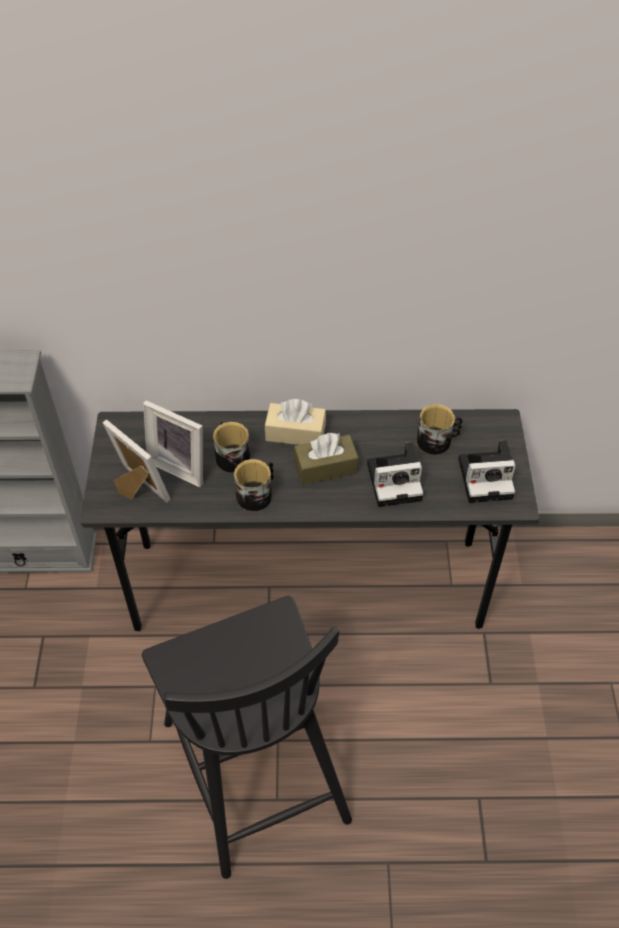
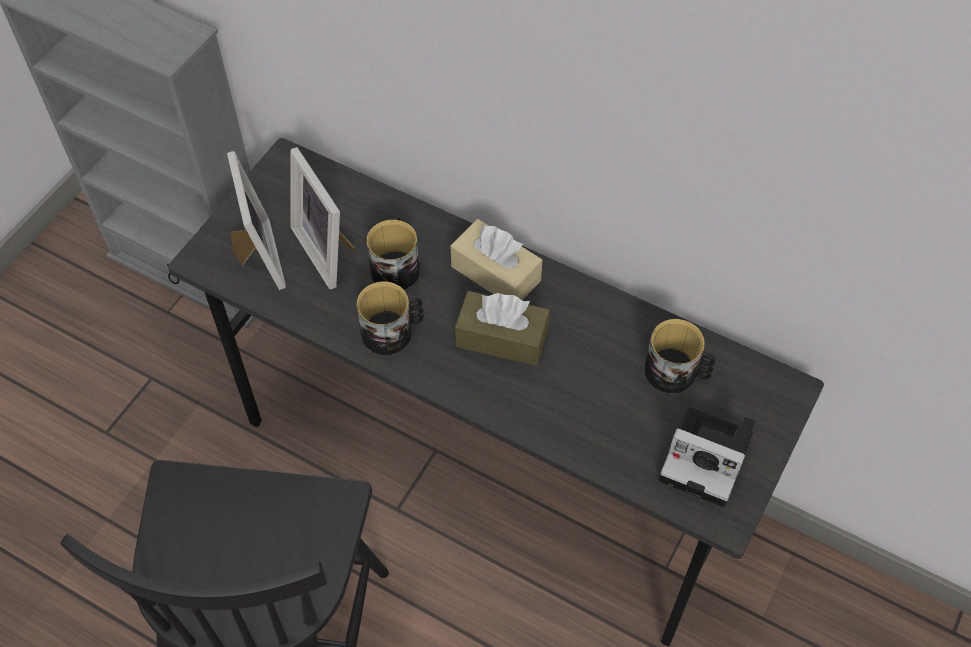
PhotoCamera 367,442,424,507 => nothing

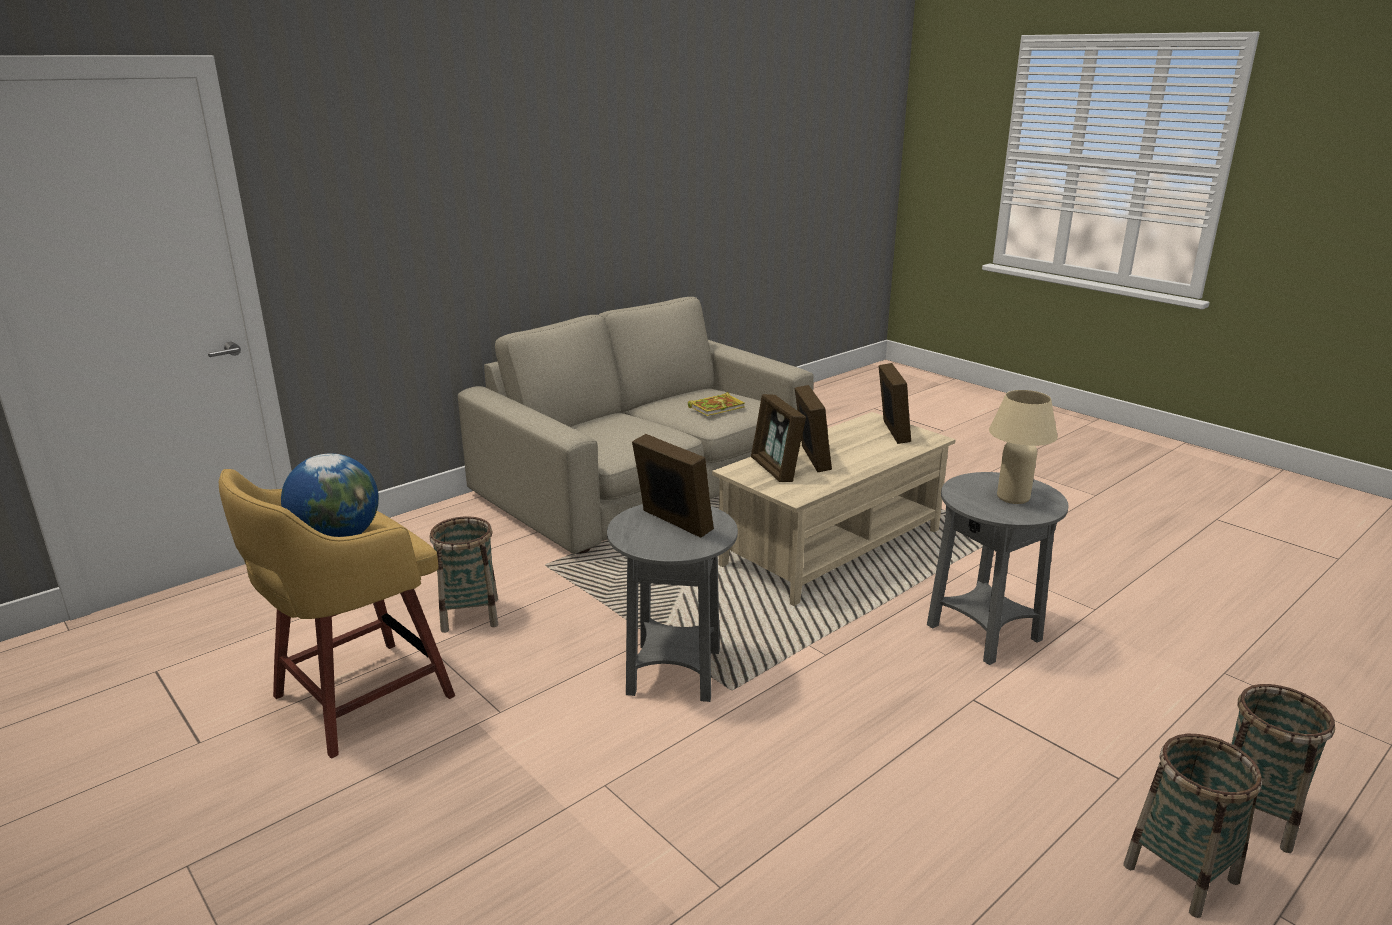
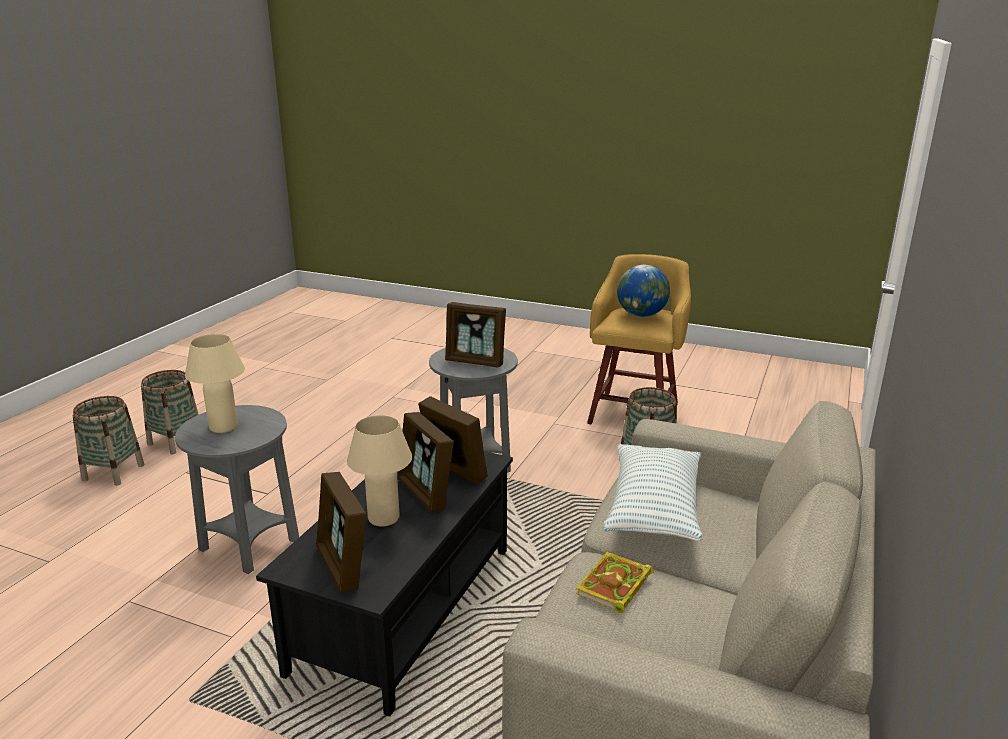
BeigeCoffeeTable 712,412,956,606 => BlackCoffeeTable 256,451,513,717
nothing => BeigeTableLamp 347,415,412,527
nothing => Pillow 603,444,703,541

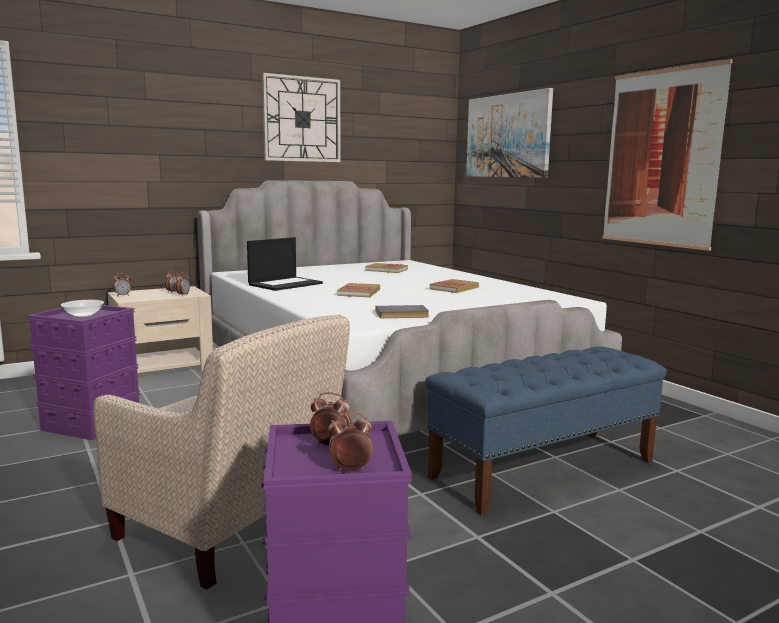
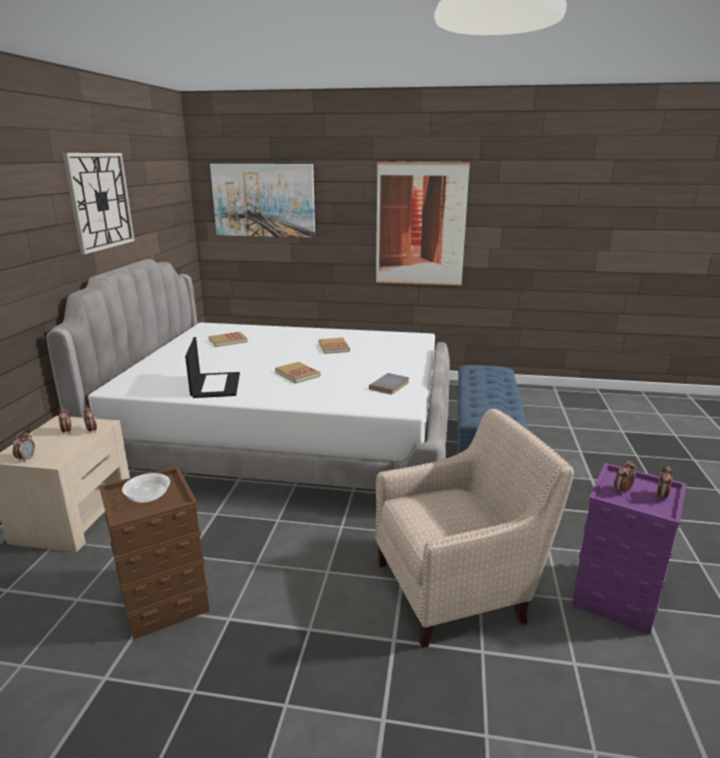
PurpleStorageBox 27,305,140,440 => BrownStorageBox 99,466,209,640

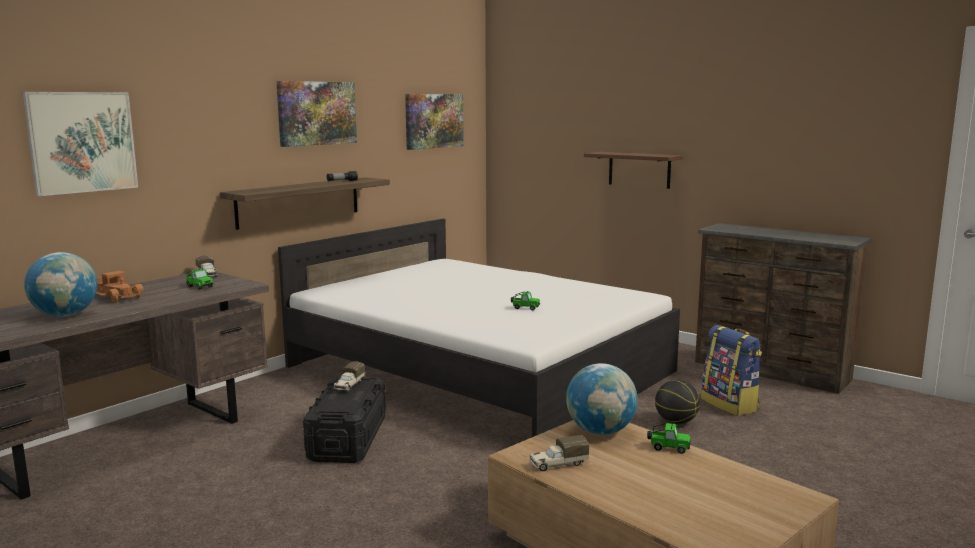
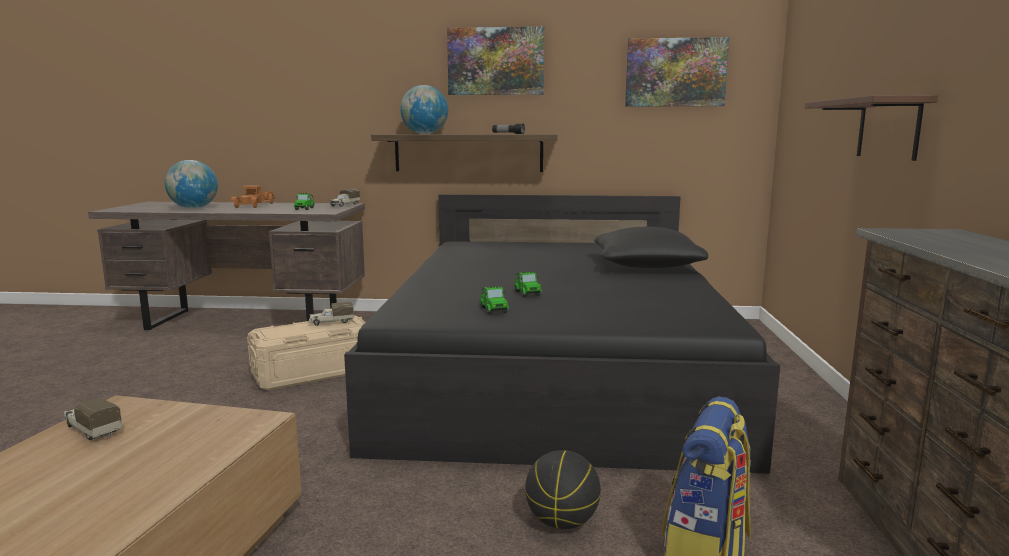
Picture 22,92,138,196 => nothing
WhiteBed 278,219,680,437 => BlackBed 344,194,781,474
Globe 566,363,638,435 => Globe 400,85,448,134, moved
BlackStorageBox 303,376,386,463 => BeigeStorageBox 247,315,366,390
ToyCar 647,423,691,454 => ToyCar 479,286,509,314, moved
nothing => BlackPillow 594,227,708,268

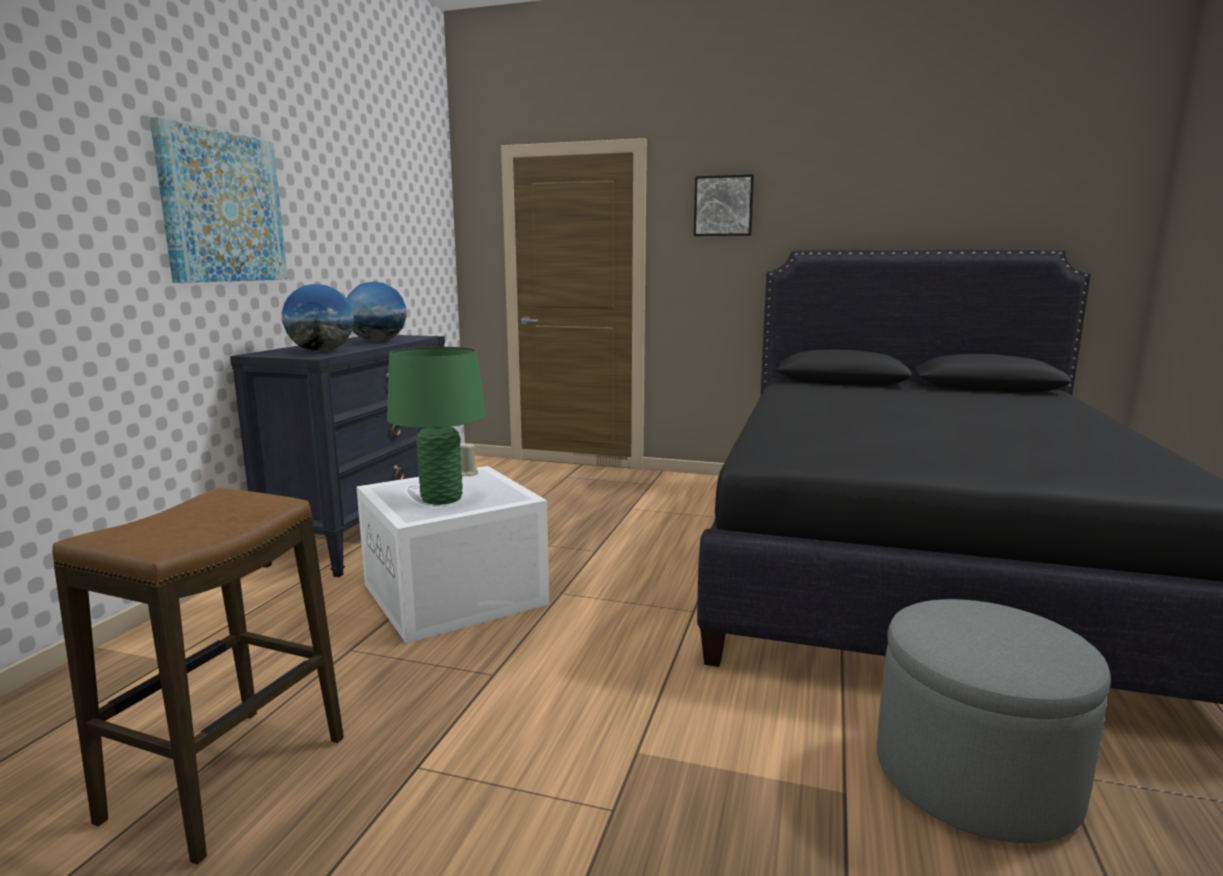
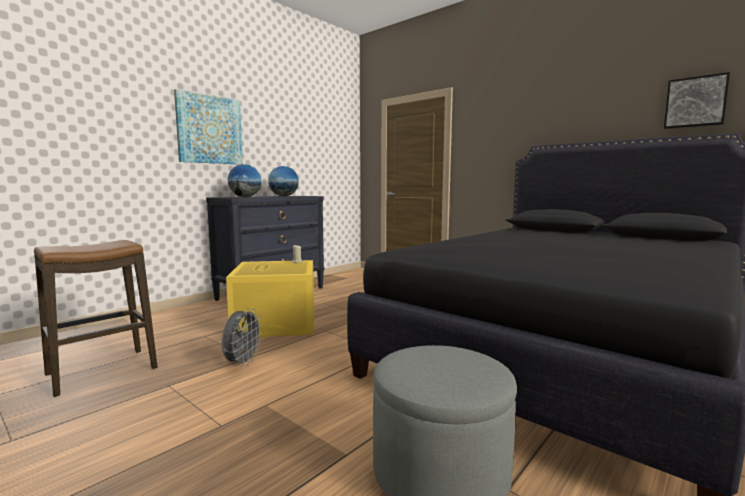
Picture 694,174,754,236 => Picture 664,72,730,129, moved
GreenTableLamp 387,347,486,505 => nothing
WhiteStorageBox 356,466,549,644 => YellowStorageBox 226,260,314,337
nothing => GreyFan 222,308,263,367

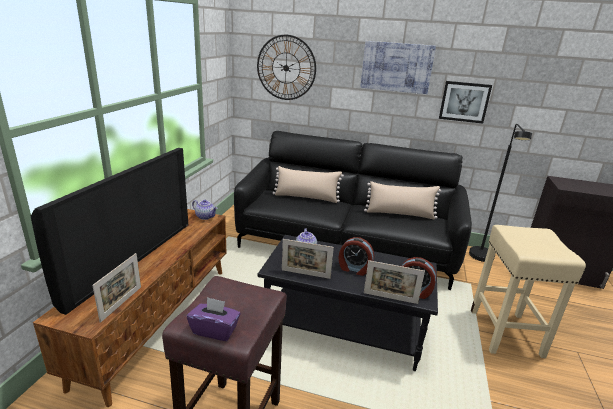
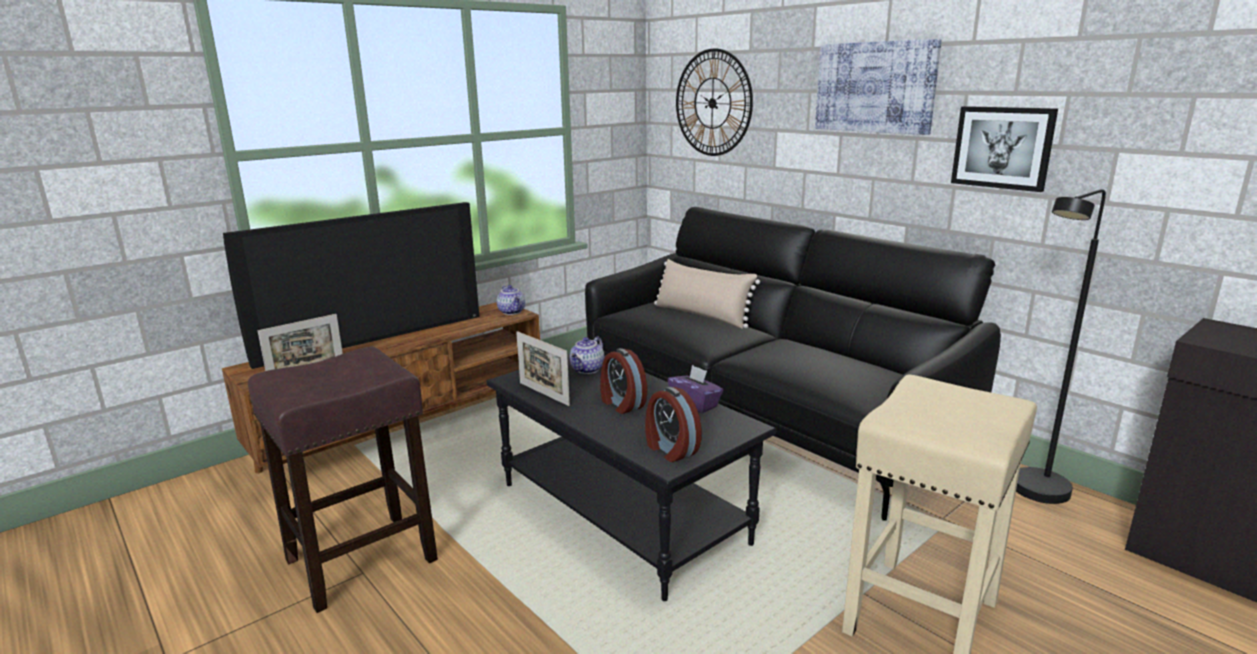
BeigePillow 364,181,441,219 => nothing
PictureFrame 364,260,425,304 => nothing
PurpleTissueBox 187,297,240,341 => PurpleTissueBox 668,365,723,413, moved

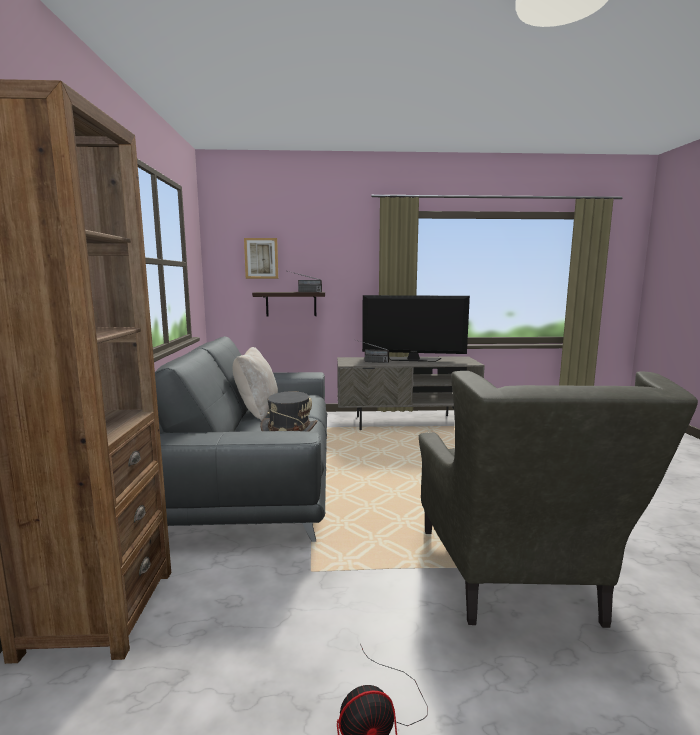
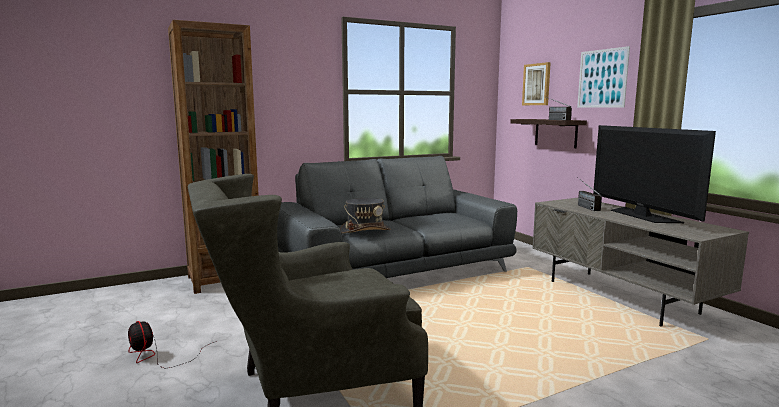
BeigePillow 233,347,278,421 => nothing
nothing => Picture 577,46,630,108

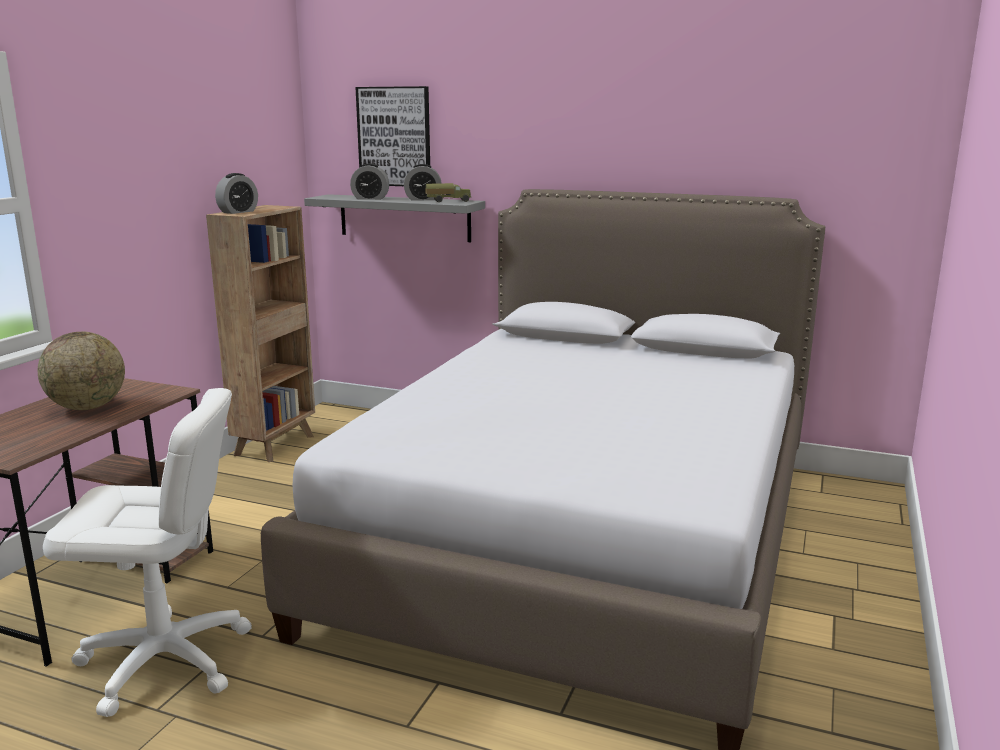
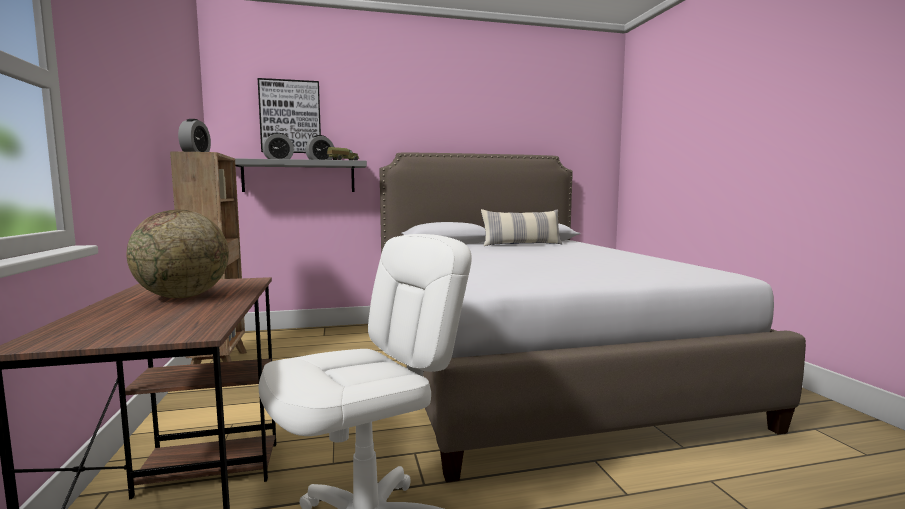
nothing => Pillow 481,209,562,246

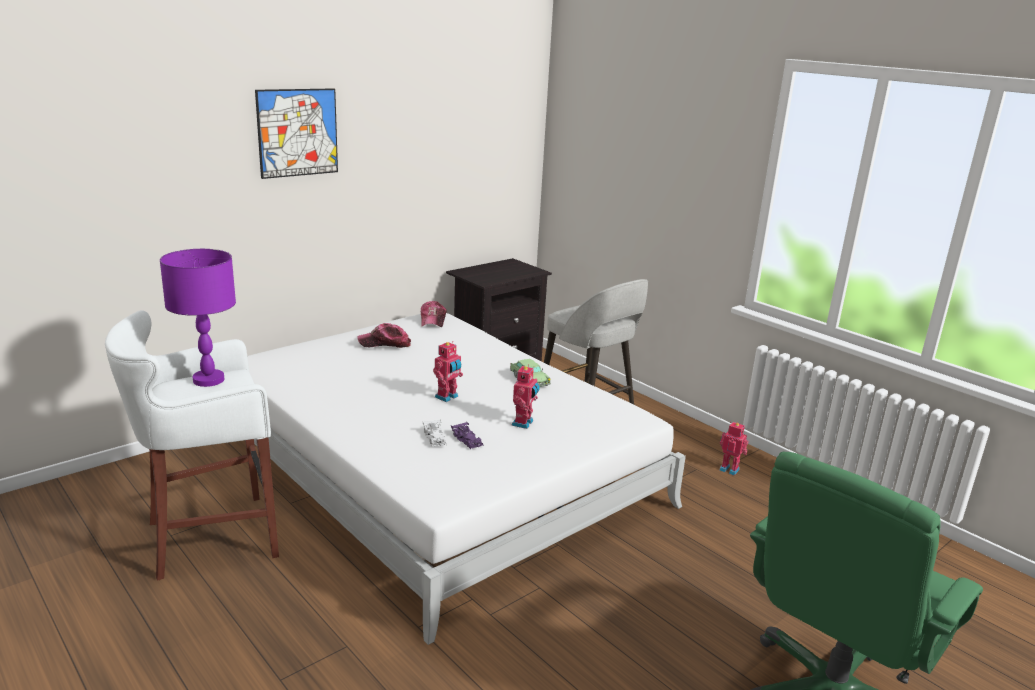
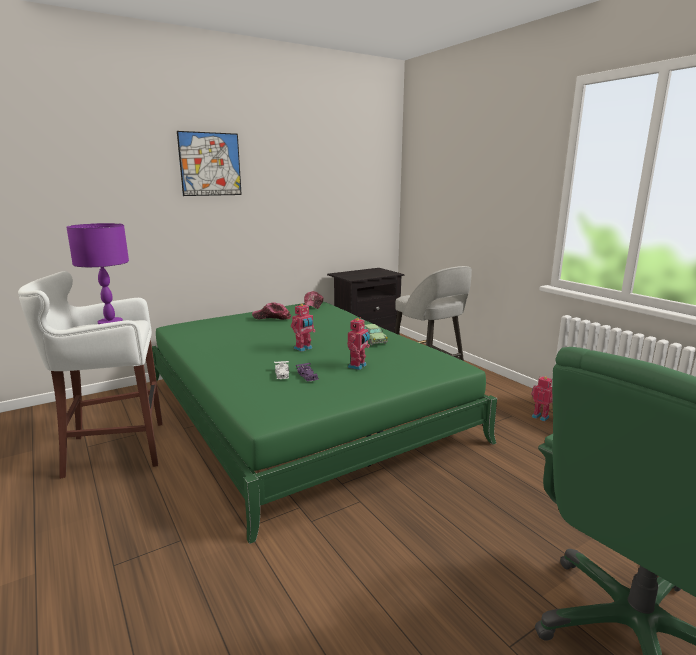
WhiteBed 247,313,686,645 => GreenBed 152,302,497,544

